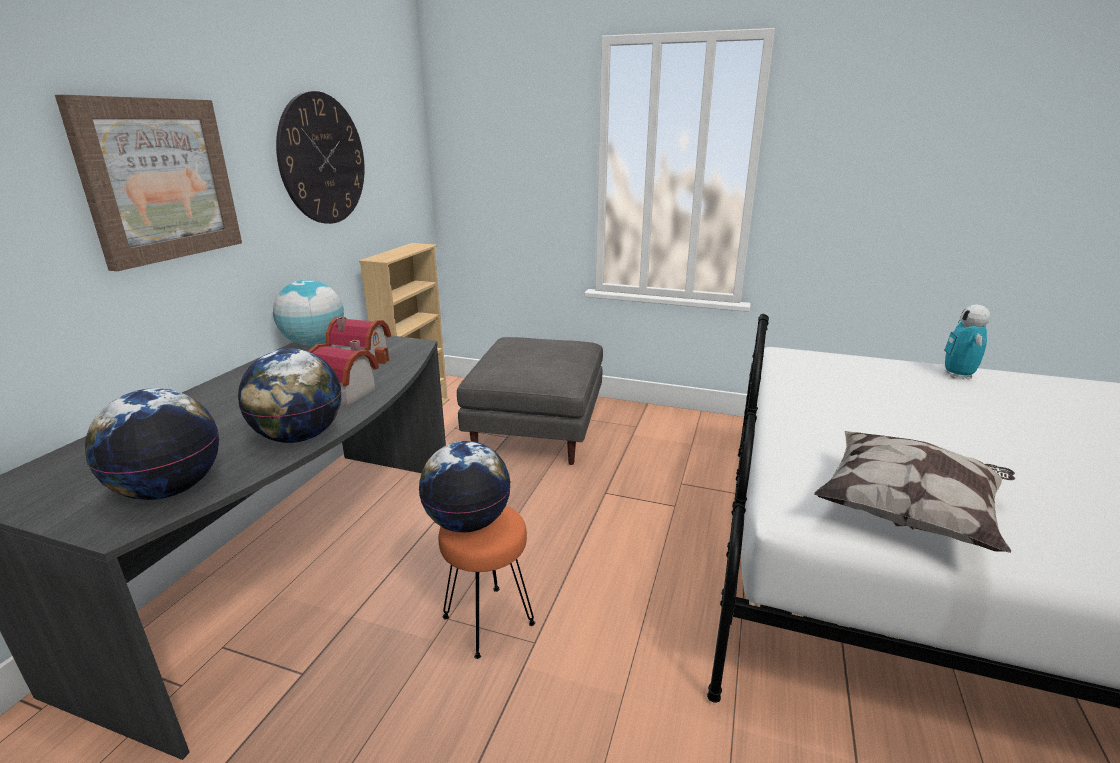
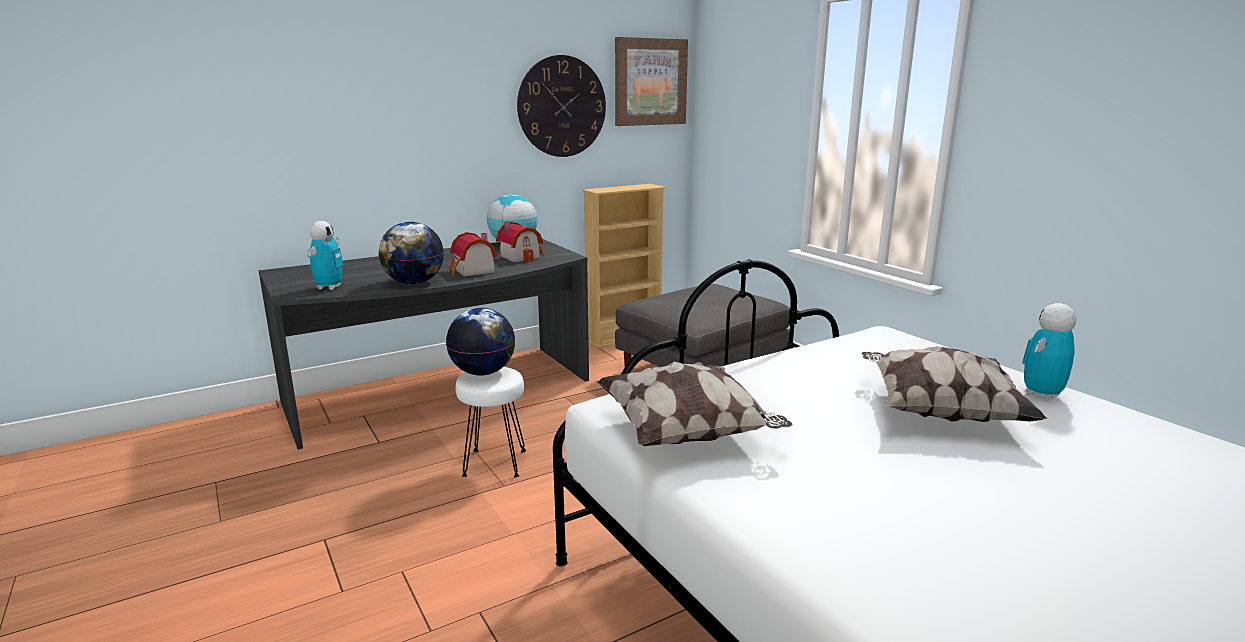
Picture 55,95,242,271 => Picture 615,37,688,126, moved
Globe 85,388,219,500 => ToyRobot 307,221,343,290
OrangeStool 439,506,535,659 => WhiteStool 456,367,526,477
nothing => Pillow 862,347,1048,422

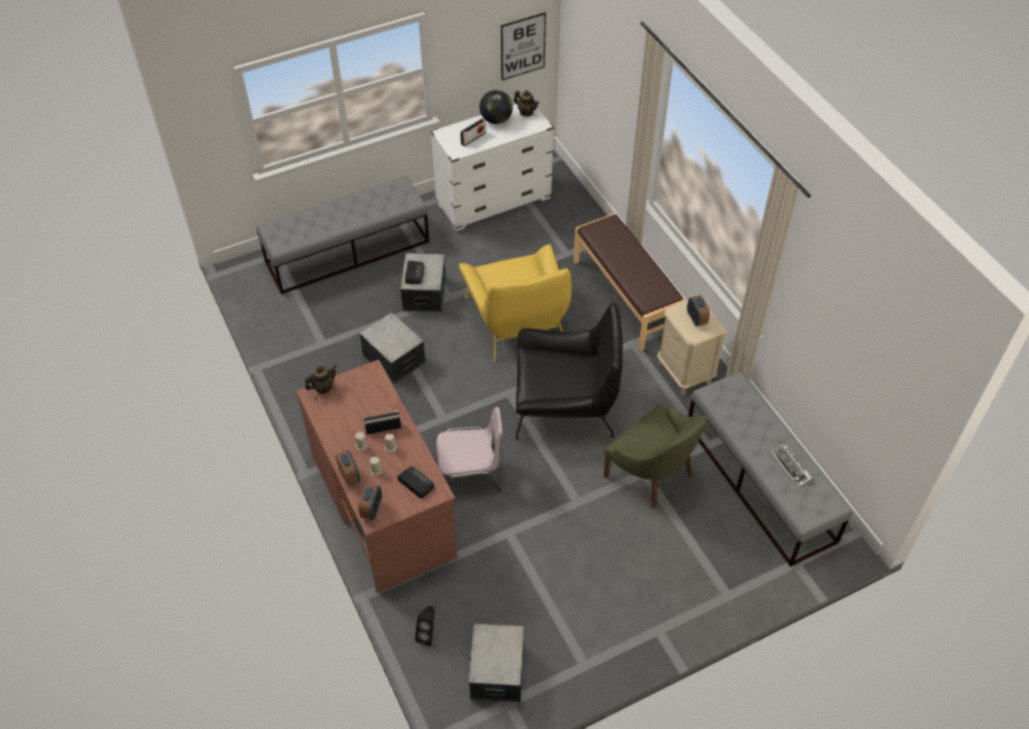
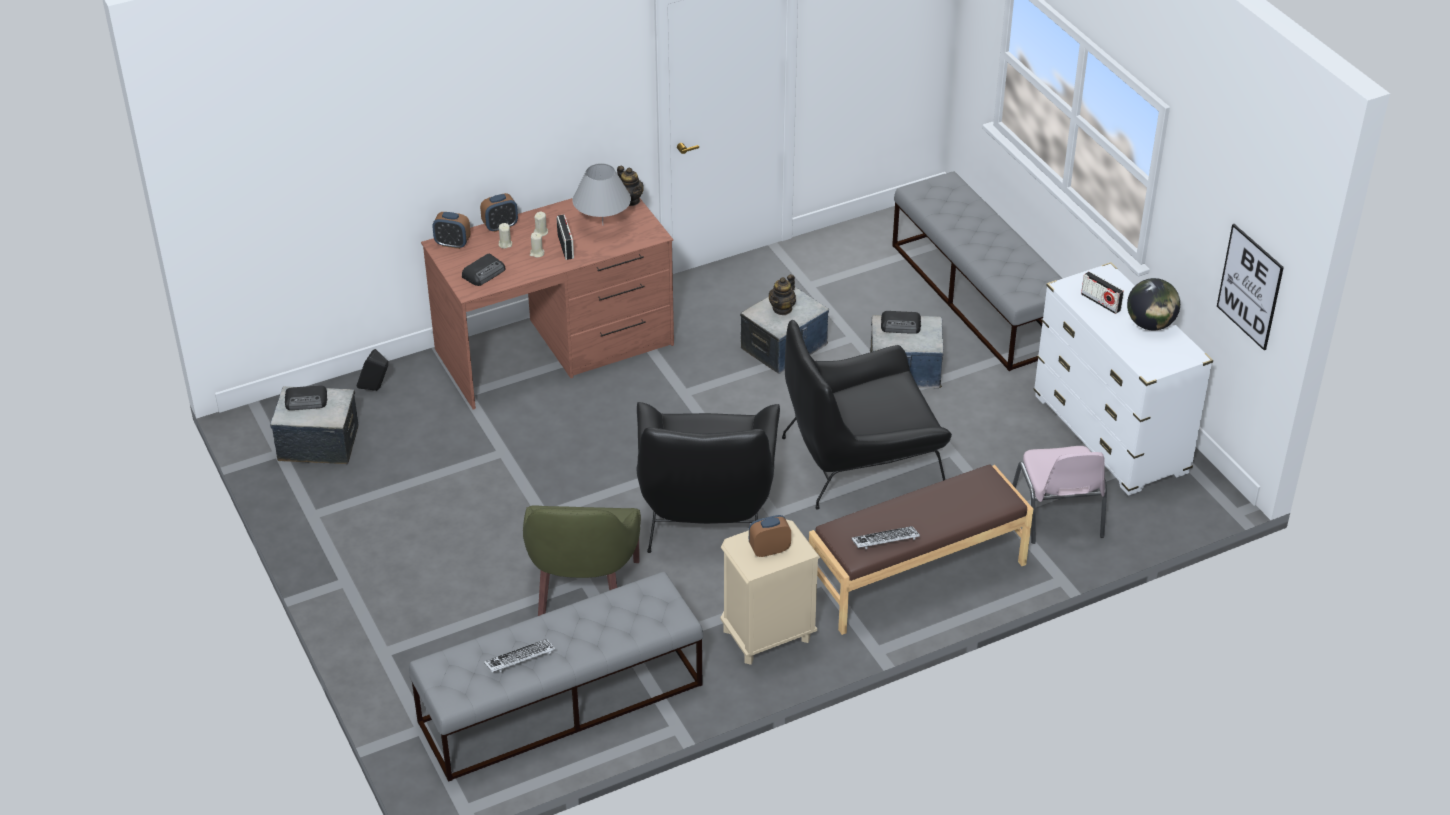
Teapot 514,91,539,117 => Teapot 769,274,796,315, moved
YellowArmchair 459,244,572,362 => BlackArmchair 782,320,952,510
GreenArmchair 604,405,707,508 => GreenArmchair 523,505,641,616, 45 degrees counterclockwise
PinkChair 436,407,502,492 => PinkChair 1012,446,1107,544, moved
nothing => GreyTableLamp 573,163,631,225
nothing => Radio 285,385,327,410
nothing => Keyboard 851,526,920,549

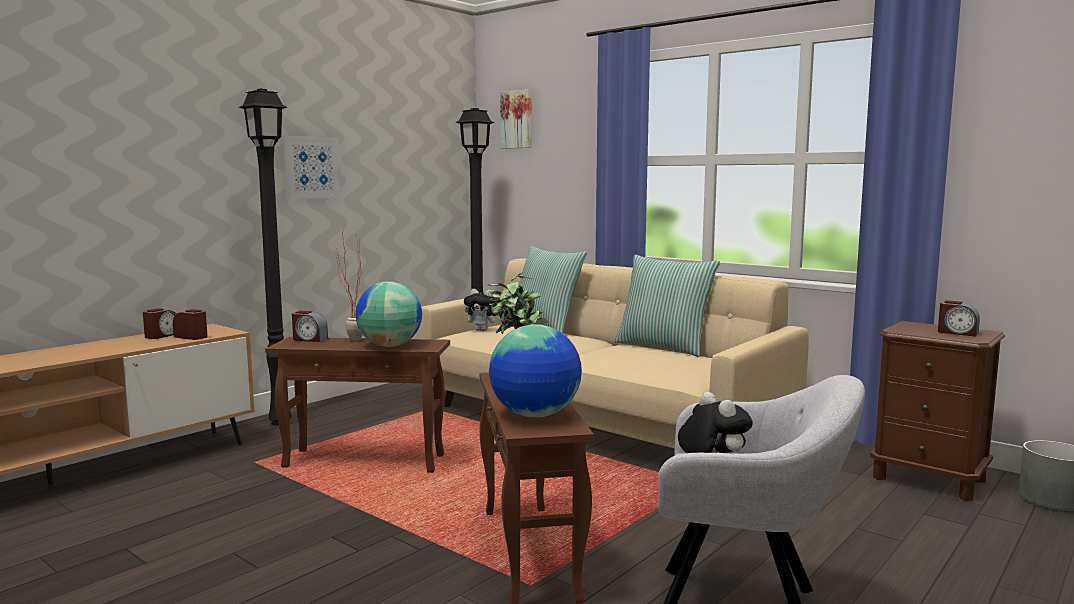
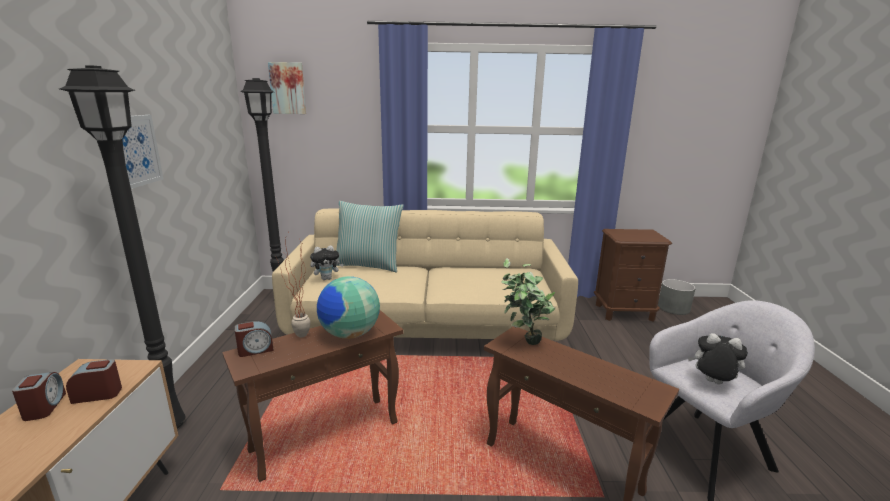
Pillow 614,255,720,357 => nothing
AlarmClock 938,300,980,337 => nothing
Globe 489,324,582,418 => nothing

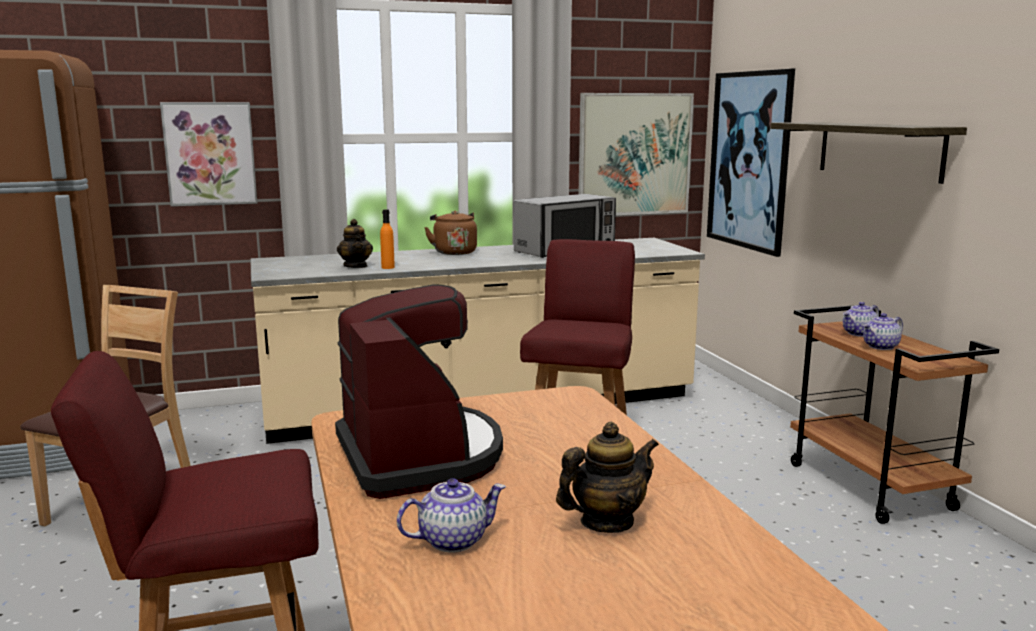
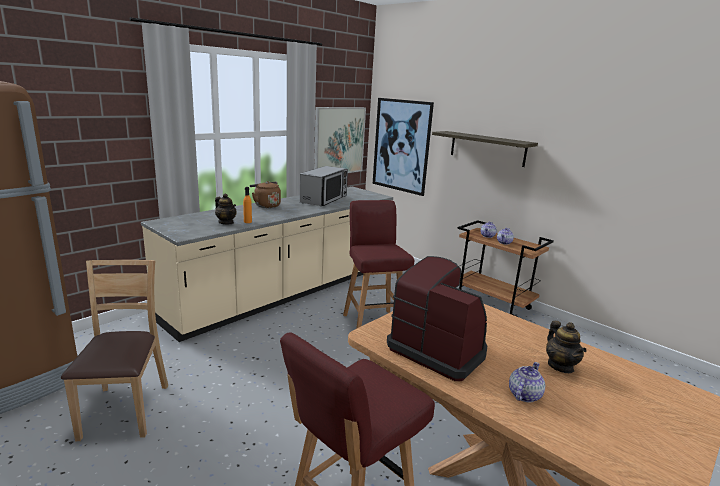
Picture 160,102,257,207 => nothing
Teapot 556,422,659,533 => Teapot 546,321,587,373, 135 degrees clockwise

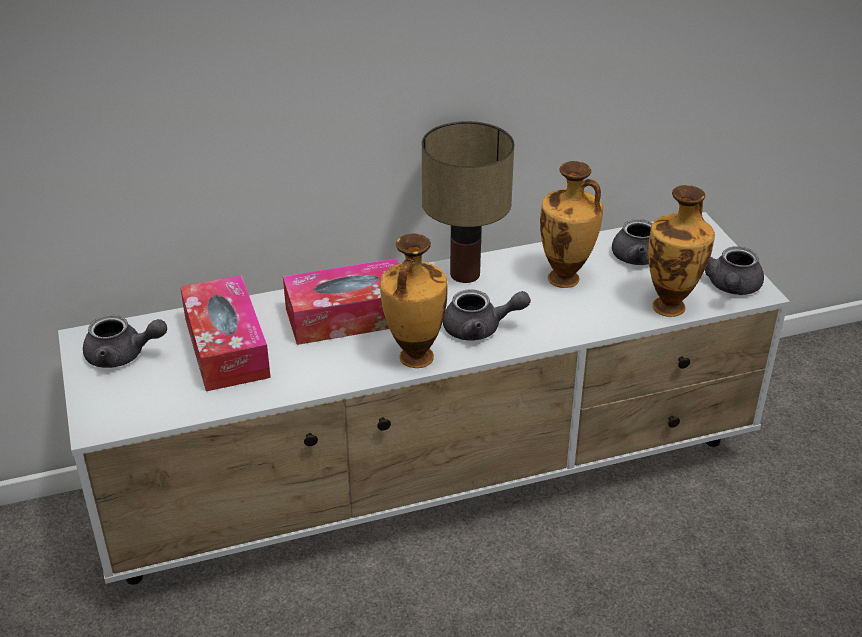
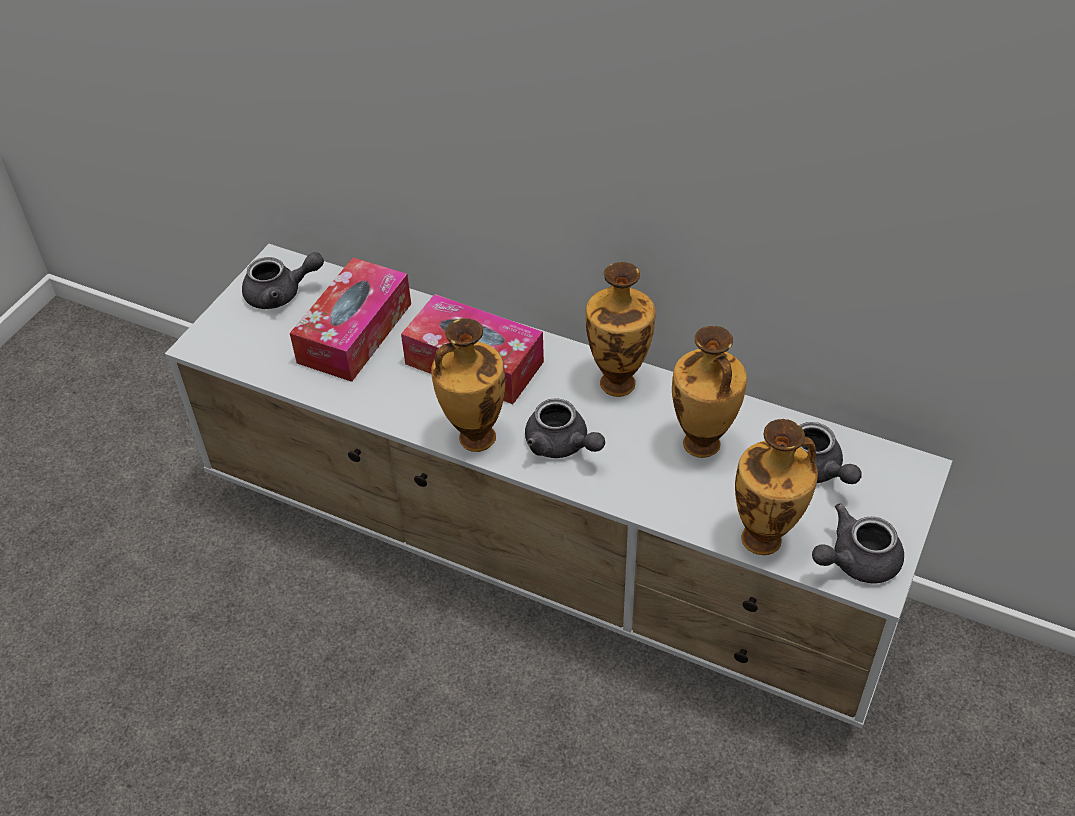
TableLamp 422,121,514,283 => Vase 586,262,656,397
GreyTeapot 83,315,167,368 => GreyTeapot 242,252,324,309, 60 degrees counterclockwise

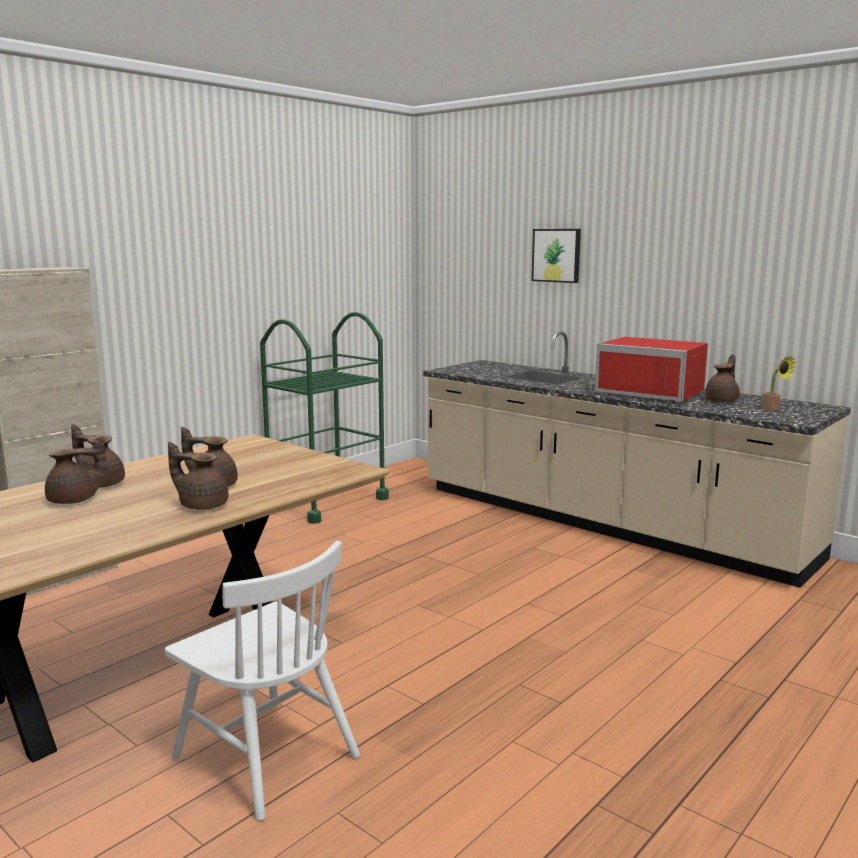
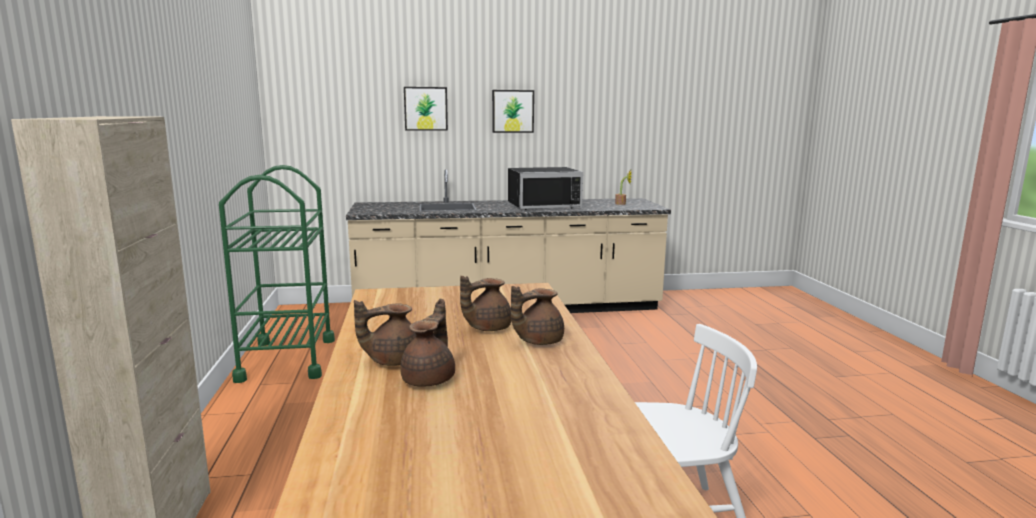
RedMicrowave 595,337,708,402 => BlackMicrowave 508,167,583,210
BrownTeapot 705,354,740,402 => nothing
nothing => Picture 492,90,534,133

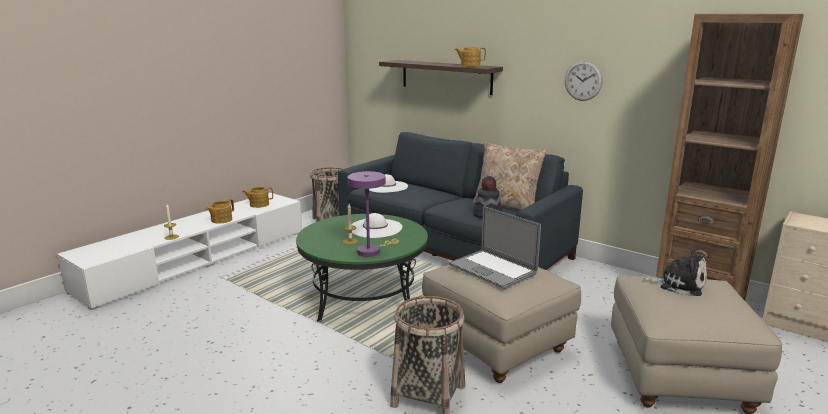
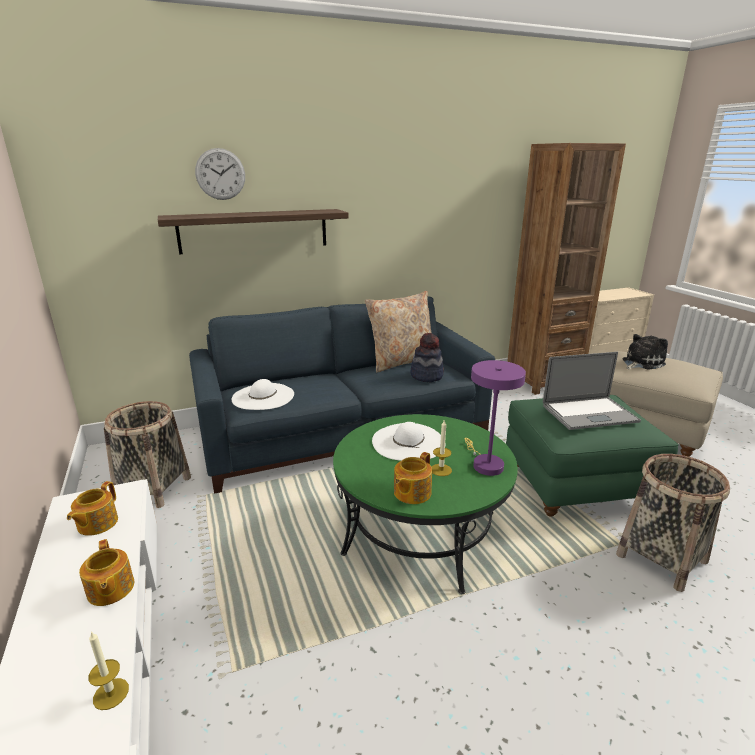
Teapot 455,47,486,67 => Teapot 394,452,432,504, moved
WallClock 565,61,603,101 => WallClock 195,148,245,200, moved
BeigeOttoman 422,265,581,383 => GreenOttoman 506,395,679,517

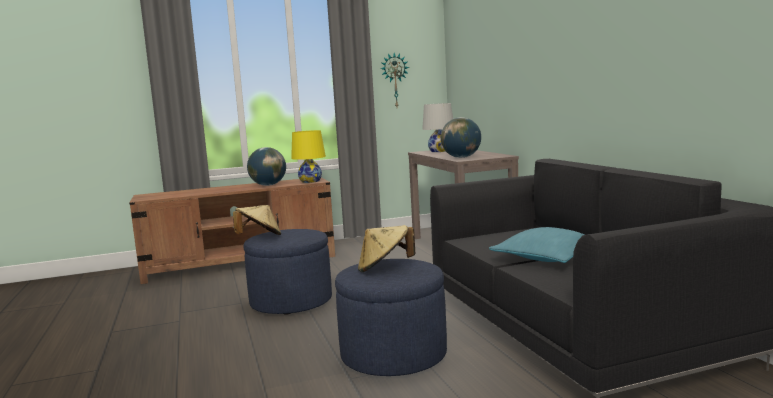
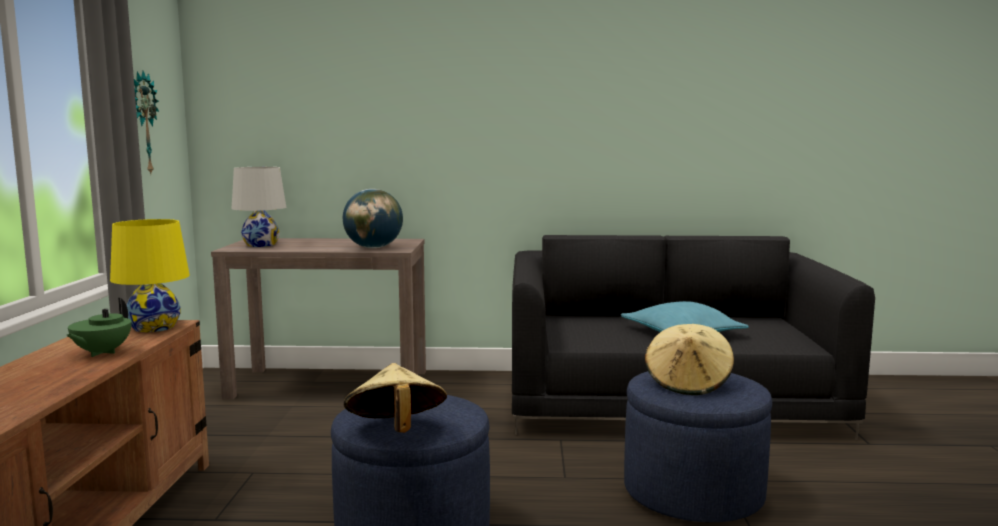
Globe 247,147,286,186 => GreenTeapot 66,298,132,357

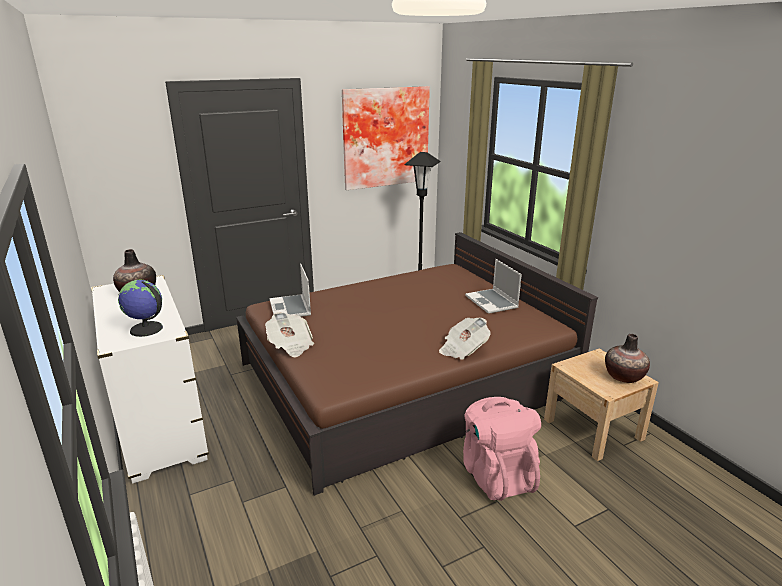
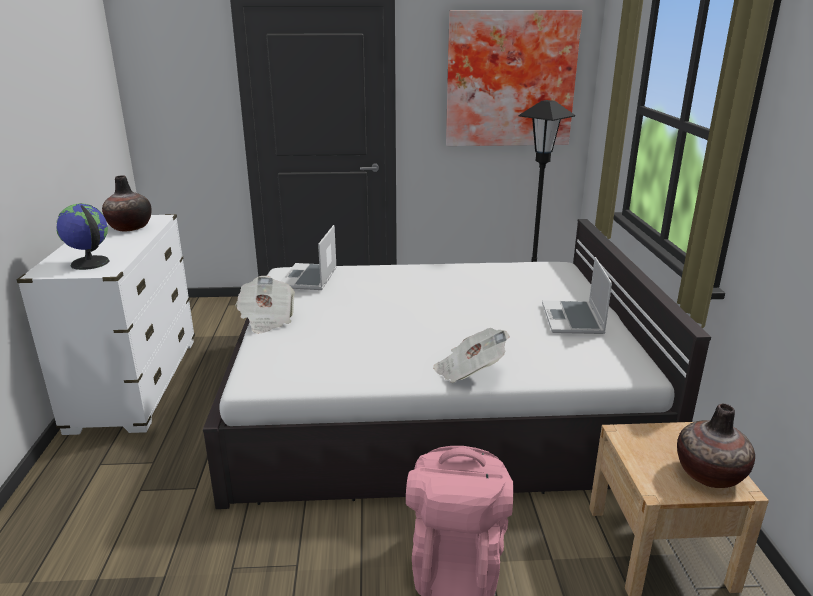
BrownBed 236,232,598,496 => WhiteBed 203,219,711,509

